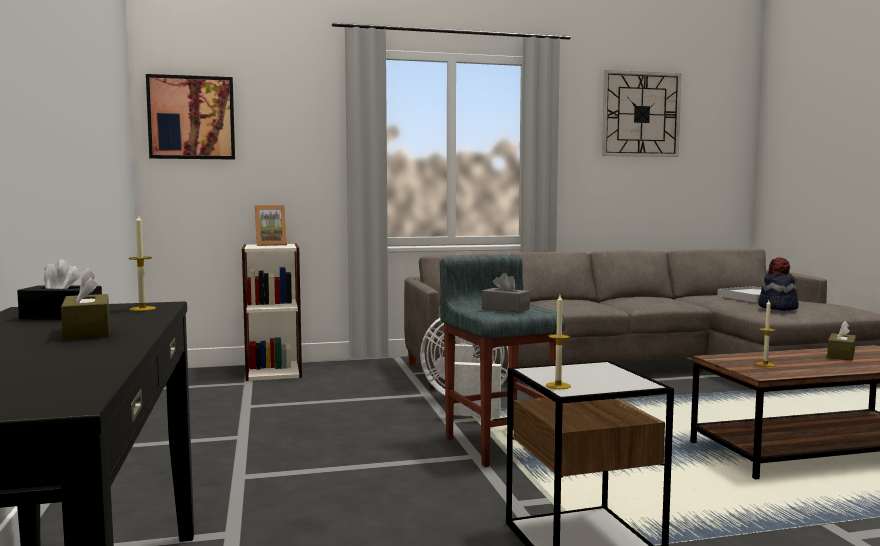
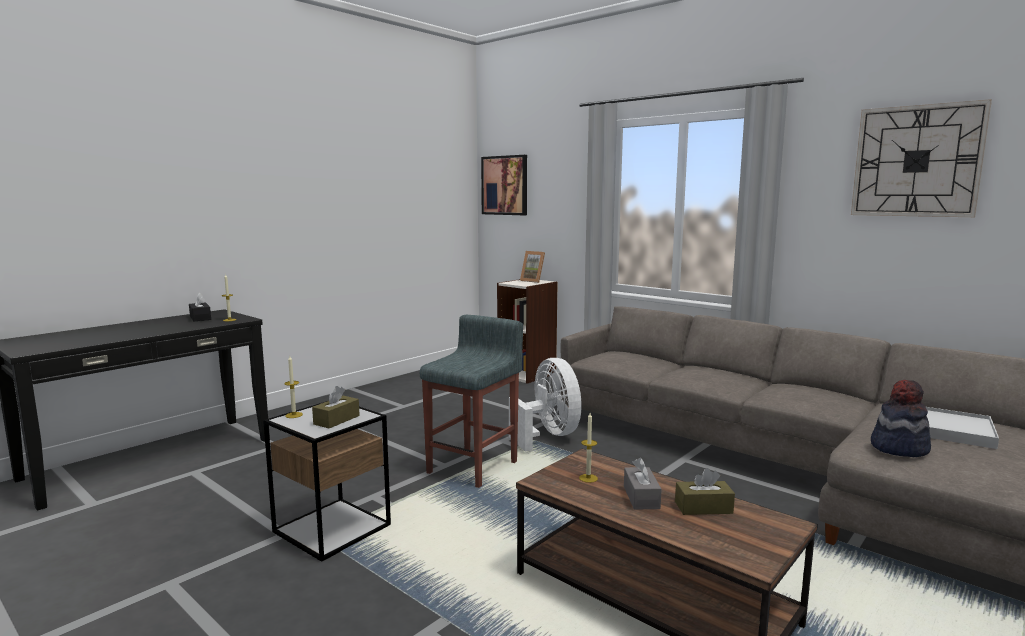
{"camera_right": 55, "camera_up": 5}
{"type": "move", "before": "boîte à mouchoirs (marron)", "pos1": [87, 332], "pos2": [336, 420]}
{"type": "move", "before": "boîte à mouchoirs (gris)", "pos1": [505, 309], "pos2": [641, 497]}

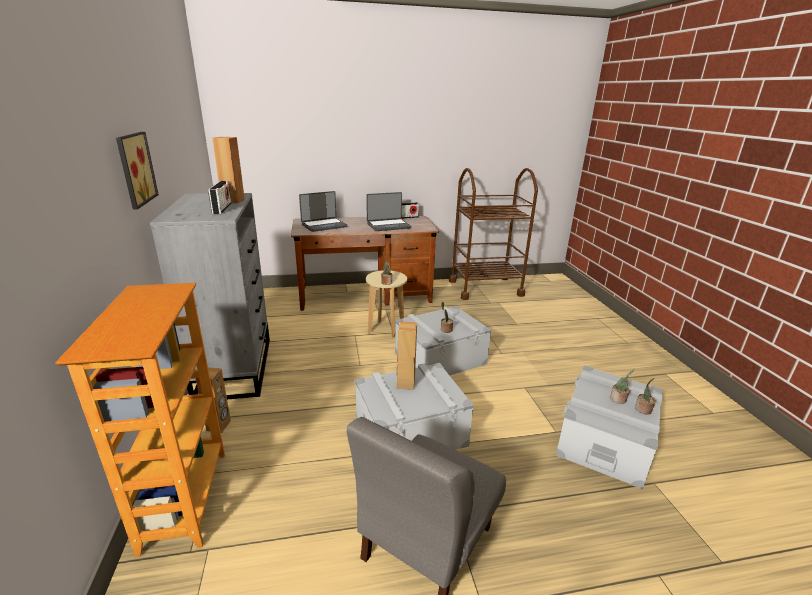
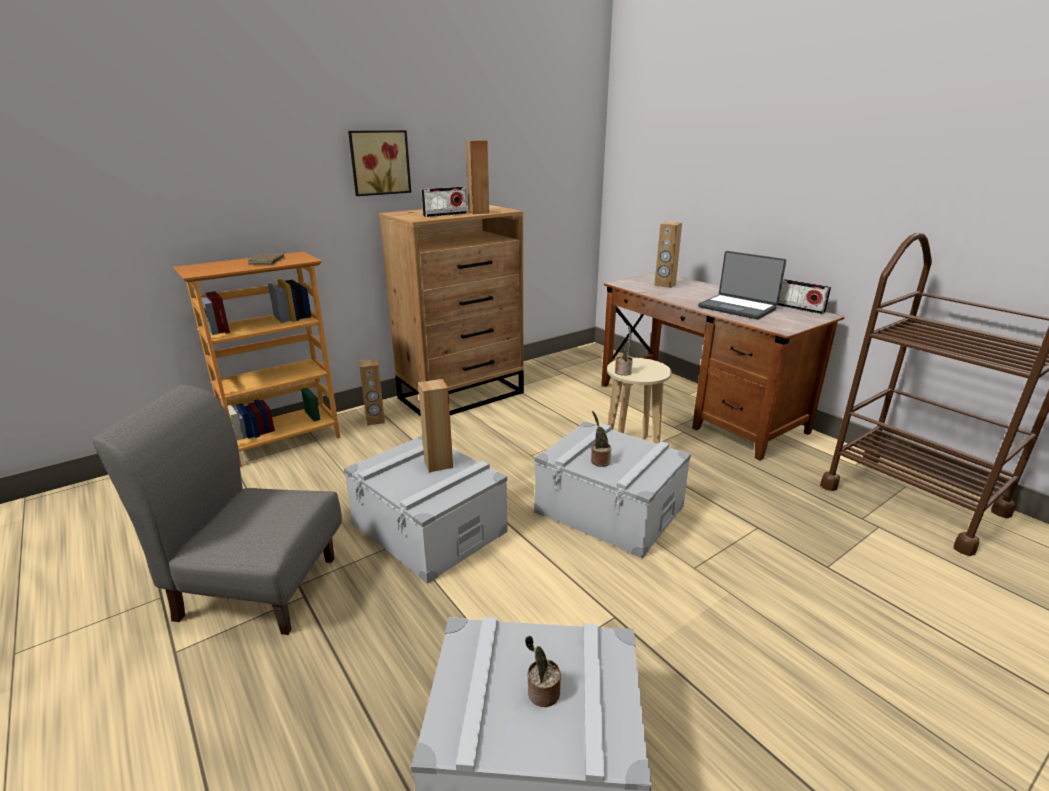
{"camera_right": 65, "camera_up": 0}
{"type": "recolor", "before": "commode (gris)", "after": "commode (marron)", "pos1": [235, 367], "pos2": [462, 395]}
{"type": "replace", "before": "ordinateur portable", "after": "enceinte (marron)", "pos1": [324, 225], "pos2": [665, 285]}
{"type": "delete", "before": "plante en pot", "pos1": [643, 410]}
{"type": "insert", "after": "livre (marron)", "pos2": [268, 261]}

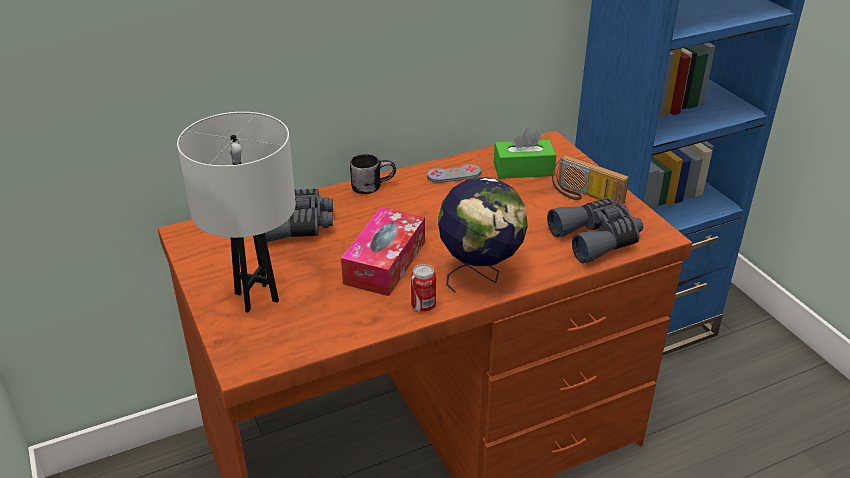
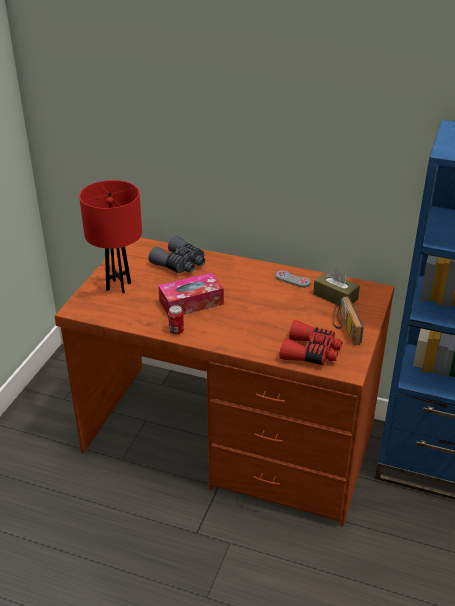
{"camera_right": 45, "camera_up": 0}
{"type": "recolor", "before": "lampe de table (blanc)", "after": "lampe de table (rouge)", "pos1": [256, 297], "pos2": [118, 286]}
{"type": "delete", "before": "mug (noir)", "pos1": [372, 185]}
{"type": "delete", "before": "globe", "pos1": [480, 276]}
{"type": "recolor", "before": "boîte à mouchoirs (vert)", "after": "boîte à mouchoirs (marron)", "pos1": [523, 169], "pos2": [335, 297]}
{"type": "recolor", "before": "jumelles (gris)", "after": "jumelles (rouge)", "pos1": [597, 239], "pos2": [311, 352]}

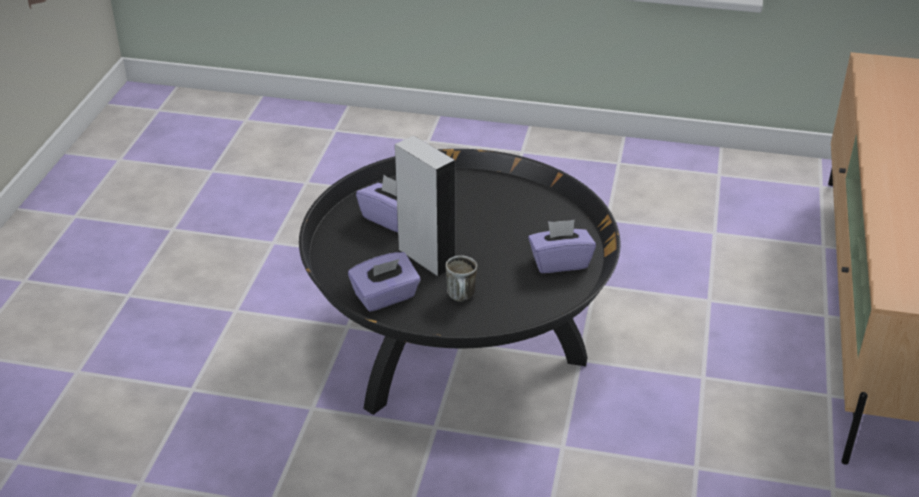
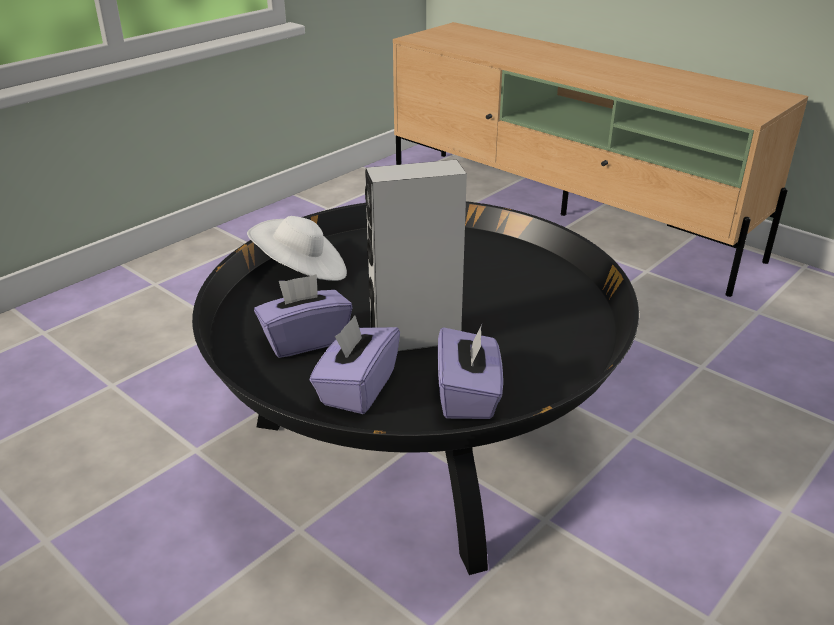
{"camera_right": -60, "camera_up": -5}
{"type": "delete", "before": "mug", "pos1": [462, 298]}
{"type": "move", "before": "boîte à mouchoirs (violet)", "pos1": [560, 262], "pos2": [357, 388]}
{"type": "insert", "after": "chapeau (blanc)", "pos2": [301, 272]}

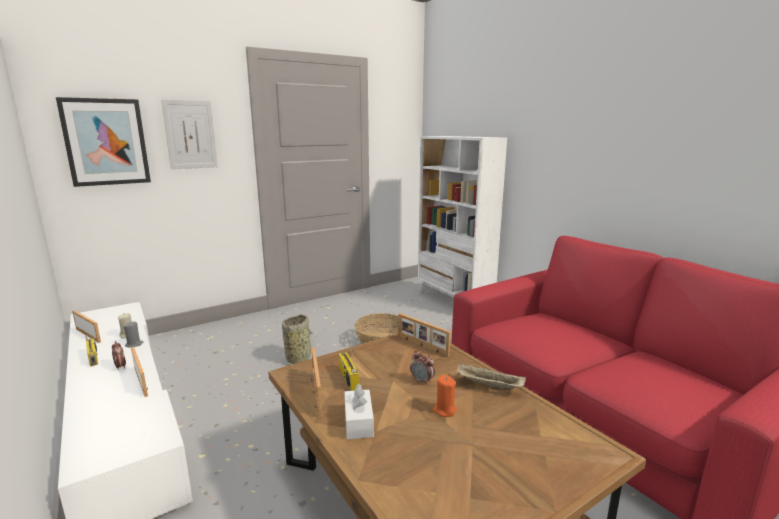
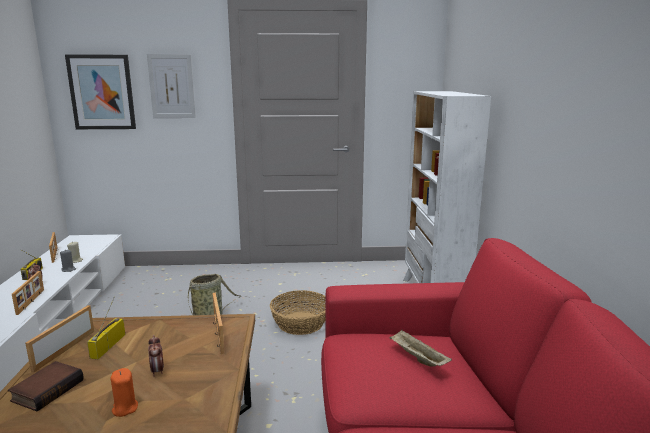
{"camera_right": 30, "camera_up": 0}
{"type": "replace", "before": "boîte à mouchoirs (blanc)", "after": "livre", "pos1": [358, 422], "pos2": [47, 389]}
{"type": "move", "before": "plateau (beige)", "pos1": [488, 386], "pos2": [417, 358]}

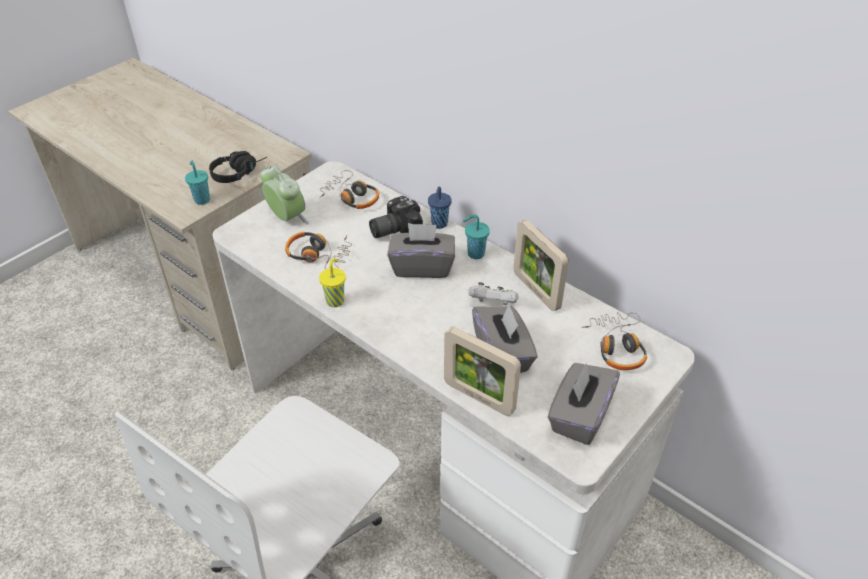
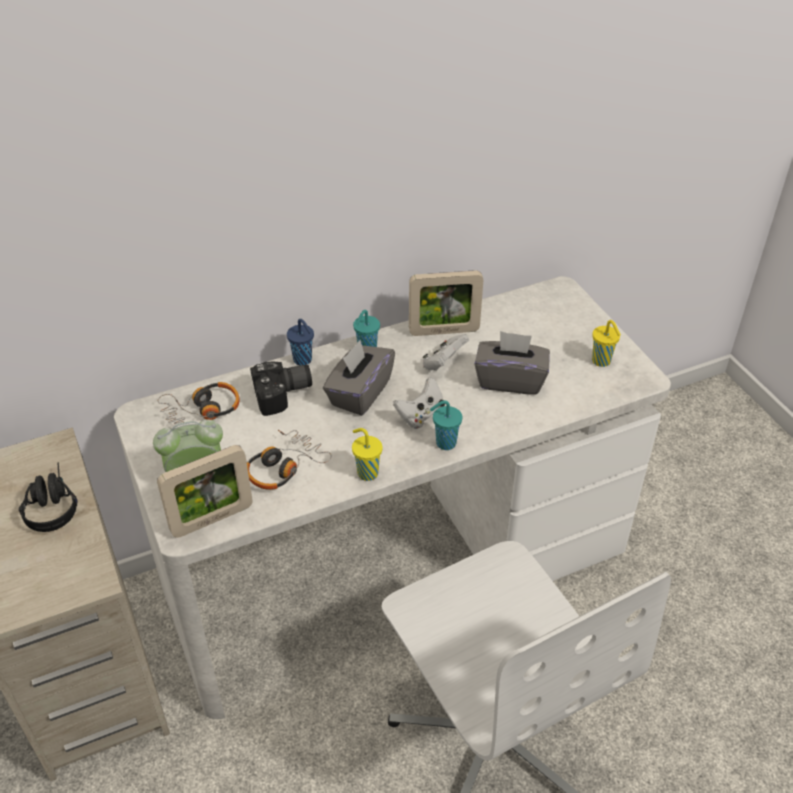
{"camera_right": -65, "camera_up": 0}
{"type": "move", "before": "tasse (turquoise)", "pos1": [202, 199], "pos2": [444, 443]}
{"type": "rotate", "before": "appareil photo", "pos1": [393, 228], "pos2": [284, 395], "turn": -105}
{"type": "move", "before": "cadre photo", "pos1": [479, 397], "pos2": [212, 519]}
{"type": "replace", "before": "boîte à mouchoirs (gris)", "after": "tasse (jaune)", "pos1": [579, 416], "pos2": [602, 361]}
{"type": "delete", "before": "casque audio", "pos1": [617, 346]}
{"type": "insert", "after": "manette (blanc)", "pos2": [421, 415]}

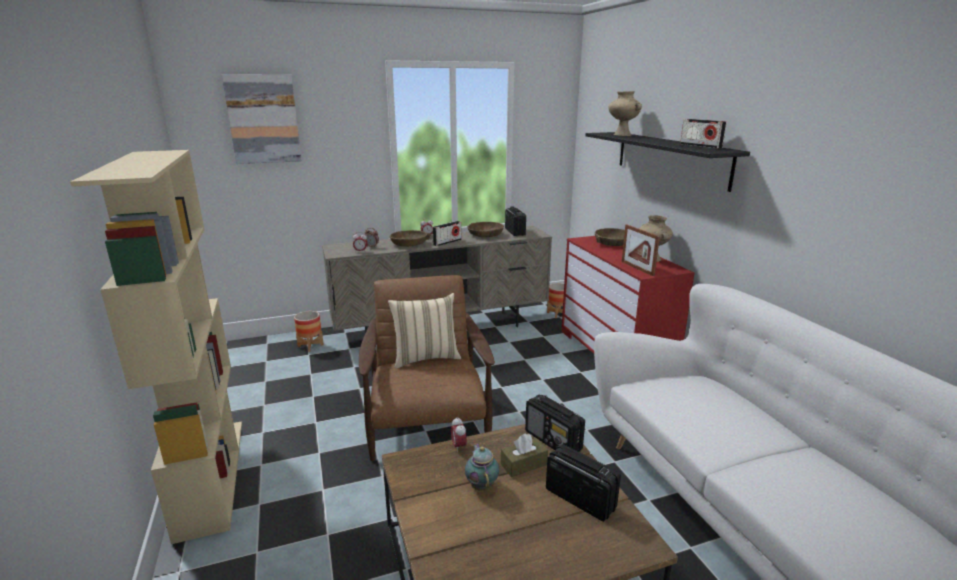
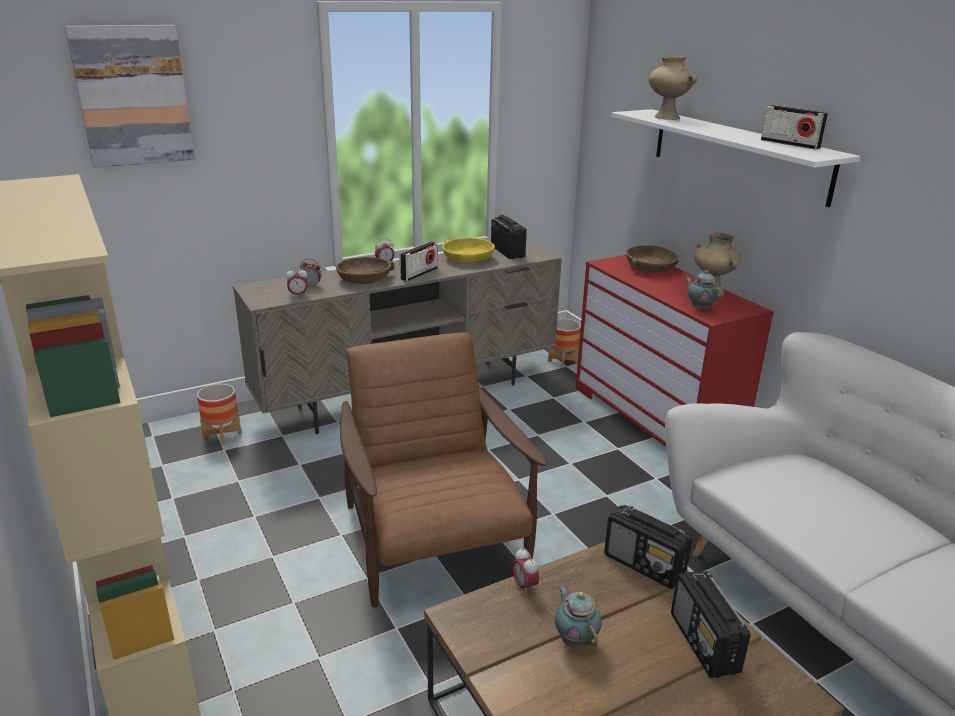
{"camera_right": -10, "camera_up": 5}
{"type": "delete", "before": "coussin (beige)", "pos1": [425, 358]}
{"type": "recolor", "before": "bol (marron)", "after": "bol (jaune)", "pos1": [485, 234], "pos2": [467, 258]}
{"type": "delete", "before": "boîte à mouchoirs (marron)", "pos1": [523, 464]}
{"type": "rotate", "before": "radio", "pos1": [579, 498], "pos2": [704, 644], "turn": -135}
{"type": "recolor", "before": "étagère (noir)", "after": "étagère (blanc)", "pos1": [670, 158], "pos2": [737, 154]}
{"type": "replace", "before": "cadre photo", "after": "théière", "pos1": [637, 268], "pos2": [699, 308]}

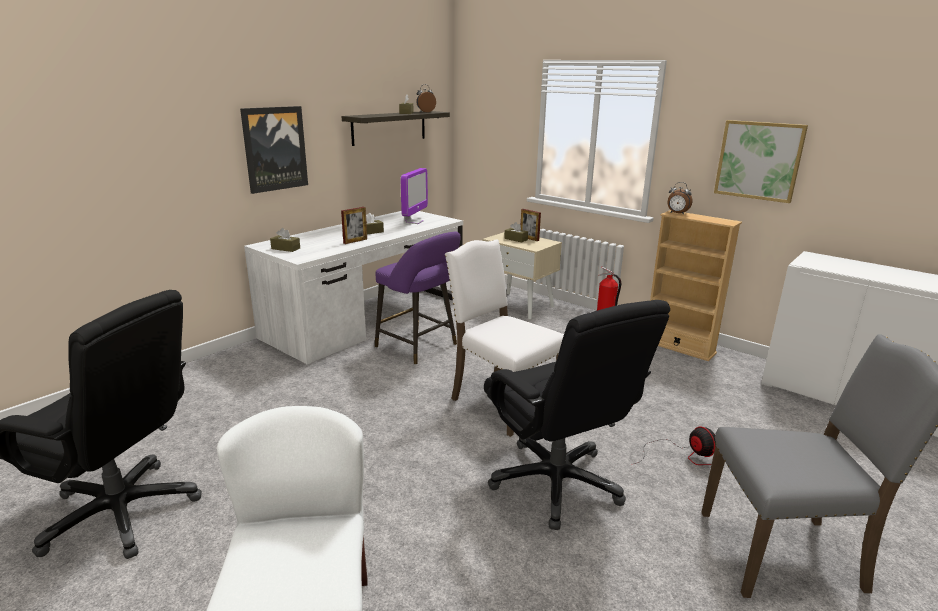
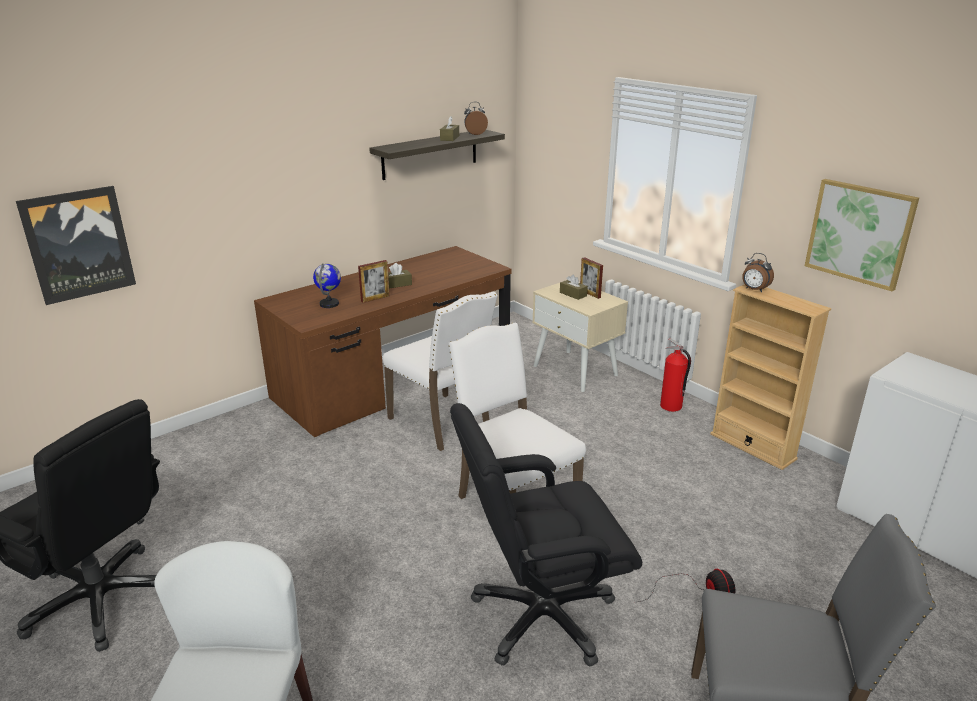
{"camera_right": 10, "camera_up": 5}
{"type": "move", "before": "tableau", "pos1": [275, 149], "pos2": [78, 244]}
{"type": "recolor", "before": "bureau (blanc)", "after": "bureau (marron)", "pos1": [367, 318], "pos2": [395, 378]}
{"type": "delete", "before": "boîte à mouchoirs (marron)", "pos1": [285, 248]}
{"type": "replace", "before": "tabouret (violet)", "after": "chaise (blanc)", "pos1": [419, 347], "pos2": [442, 423]}
{"type": "delete", "before": "écran d'ordinateur", "pos1": [414, 222]}
{"type": "rotate", "before": "chaise de bureau (noir)", "pos1": [557, 483], "pos2": [541, 616], "turn": 90}
{"type": "insert", "after": "globe", "pos2": [329, 304]}

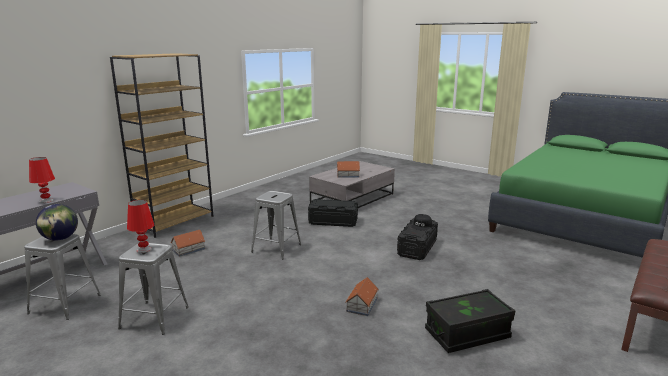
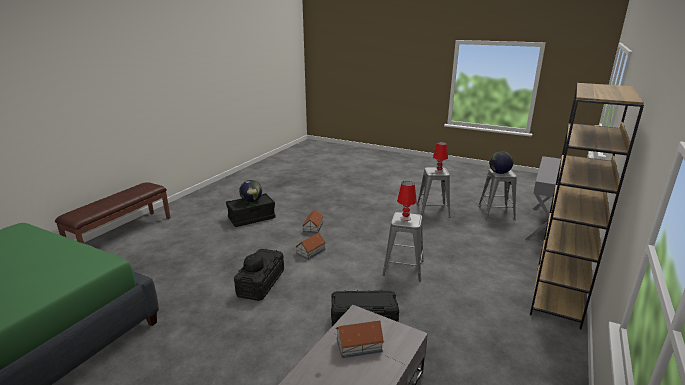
{"camera_right": 170, "camera_up": 5}
{"type": "move", "before": "lampe de table (rouge)", "pos1": [46, 201], "pos2": [405, 218]}
{"type": "move", "before": "maison miniature", "pos1": [189, 249], "pos2": [310, 251]}
{"type": "insert", "after": "globe", "pos2": [251, 201]}

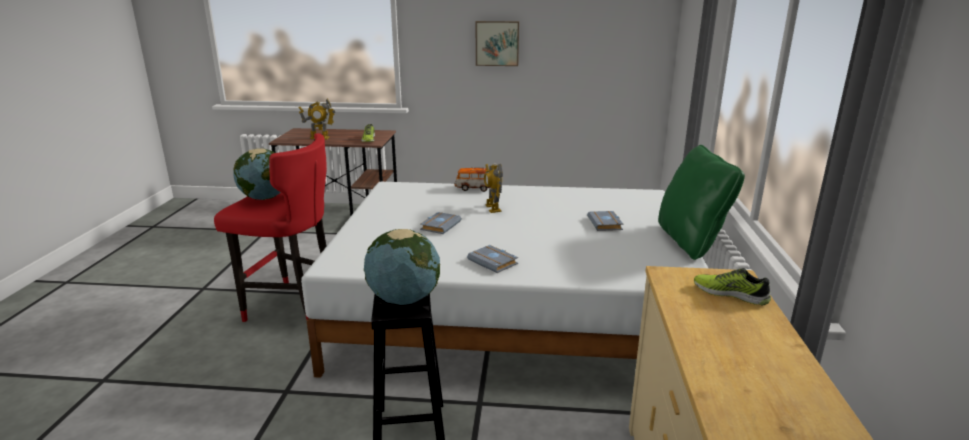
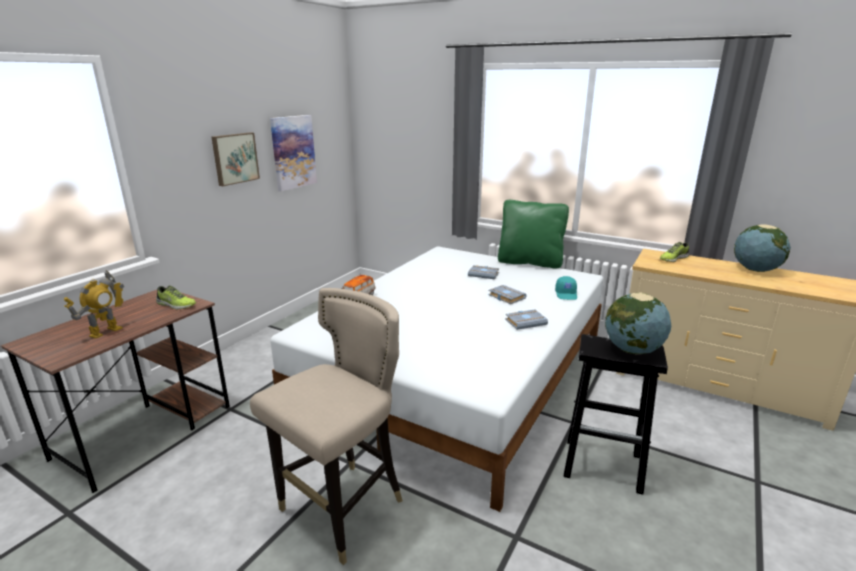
{"camera_right": -65, "camera_up": 0}
{"type": "recolor", "before": "tabouret (rouge)", "after": "tabouret (beige)", "pos1": [293, 307], "pos2": [342, 510]}
{"type": "move", "before": "globe", "pos1": [264, 198], "pos2": [755, 270]}
{"type": "move", "before": "livre (gris)", "pos1": [440, 225], "pos2": [505, 297]}
{"type": "delete", "before": "robot jouet", "pos1": [493, 208]}
{"type": "insert", "after": "tableau", "pos2": [293, 152]}
{"type": "insert", "after": "casquette (turquoise)", "pos2": [566, 294]}

